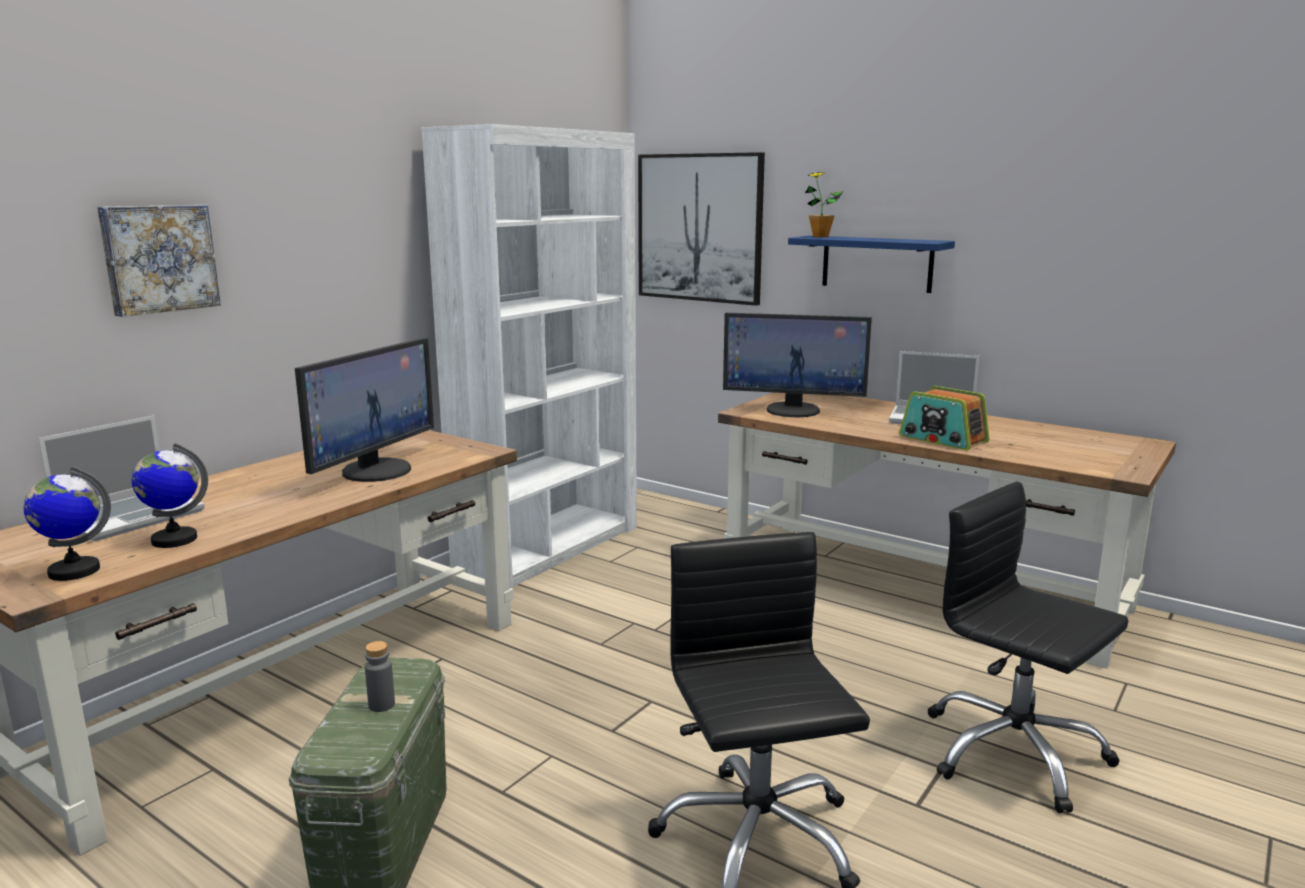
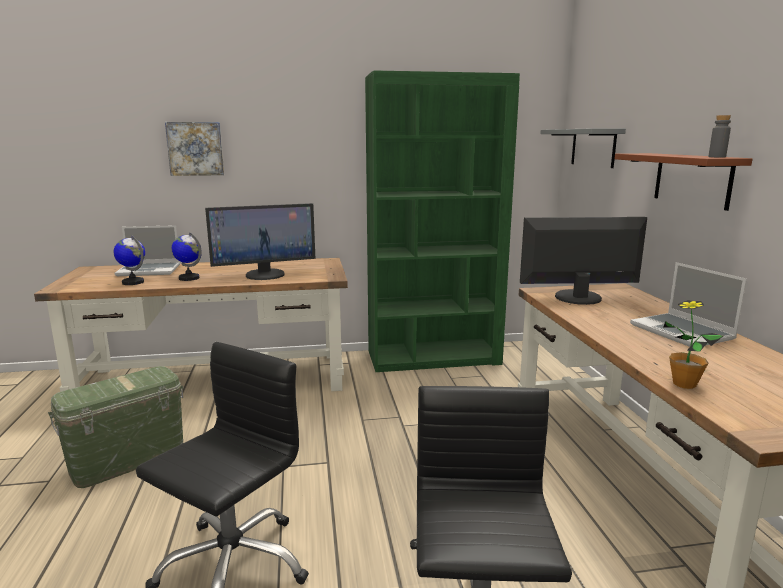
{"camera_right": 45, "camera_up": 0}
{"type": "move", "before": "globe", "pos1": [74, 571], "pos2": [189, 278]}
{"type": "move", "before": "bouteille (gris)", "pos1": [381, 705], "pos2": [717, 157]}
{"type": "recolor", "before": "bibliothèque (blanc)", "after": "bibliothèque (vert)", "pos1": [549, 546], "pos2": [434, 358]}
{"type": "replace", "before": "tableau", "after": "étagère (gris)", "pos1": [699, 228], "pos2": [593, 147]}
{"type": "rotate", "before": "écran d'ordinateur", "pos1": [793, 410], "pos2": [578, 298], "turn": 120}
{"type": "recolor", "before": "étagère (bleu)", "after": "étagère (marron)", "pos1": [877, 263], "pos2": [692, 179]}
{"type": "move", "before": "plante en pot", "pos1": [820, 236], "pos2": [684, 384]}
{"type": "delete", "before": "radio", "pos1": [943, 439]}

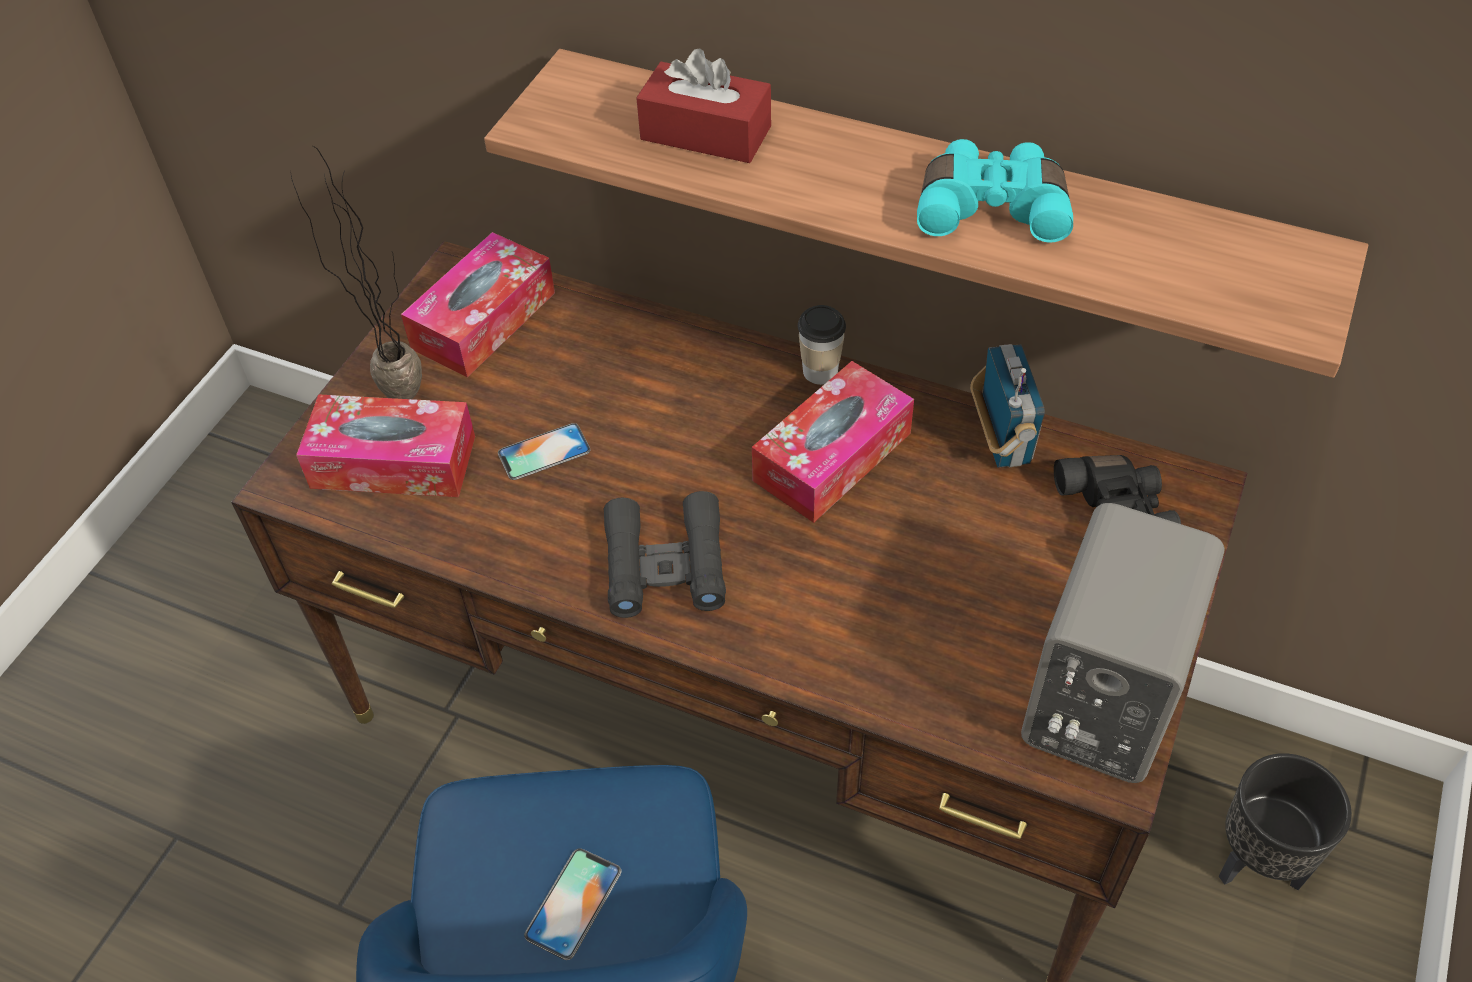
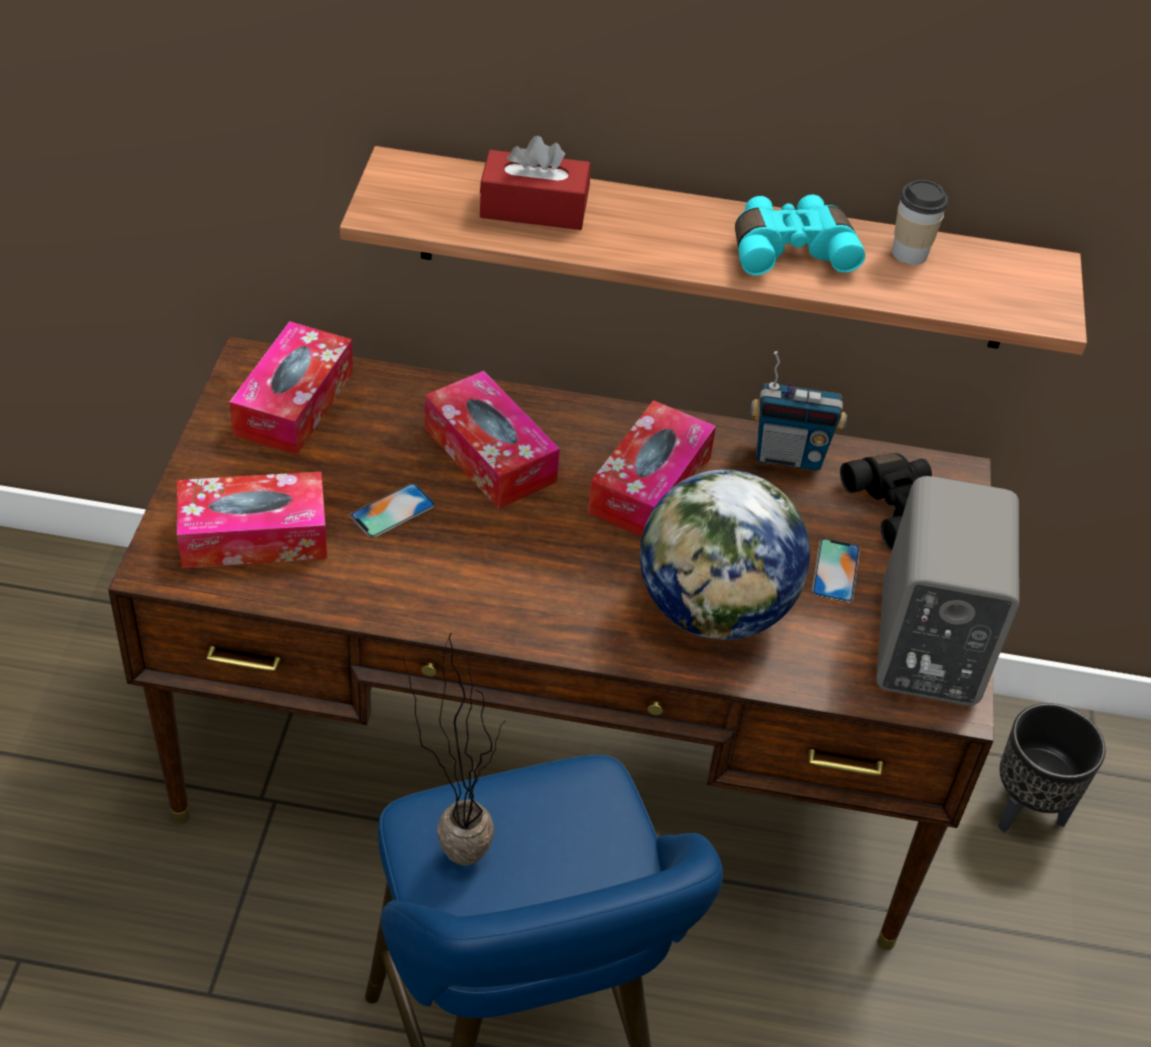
{"camera_right": -20, "camera_up": -5}
{"type": "move", "before": "plante en pot", "pos1": [396, 386], "pos2": [451, 845]}
{"type": "move", "before": "téléphone", "pos1": [573, 903], "pos2": [835, 570]}
{"type": "delete", "before": "jumelles (noir)", "pos1": [665, 564]}
{"type": "move", "before": "tasse", "pos1": [820, 371], "pos2": [909, 253]}
{"type": "rotate", "before": "radio", "pos1": [1002, 441], "pos2": [788, 456], "turn": 120}
{"type": "insert", "after": "boîte à mouchoirs", "pos2": [490, 454]}
{"type": "insert", "after": "globe", "pos2": [714, 610]}

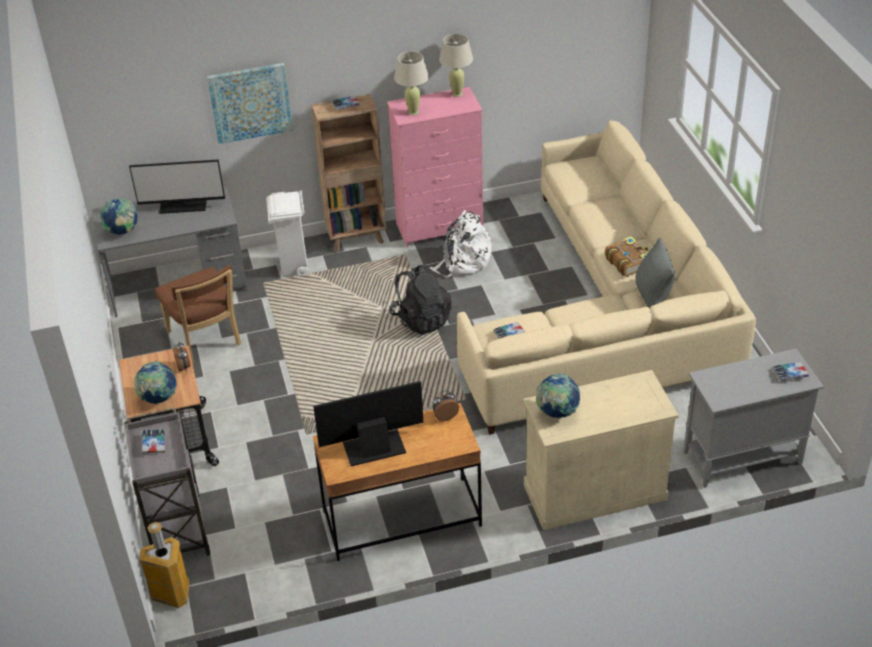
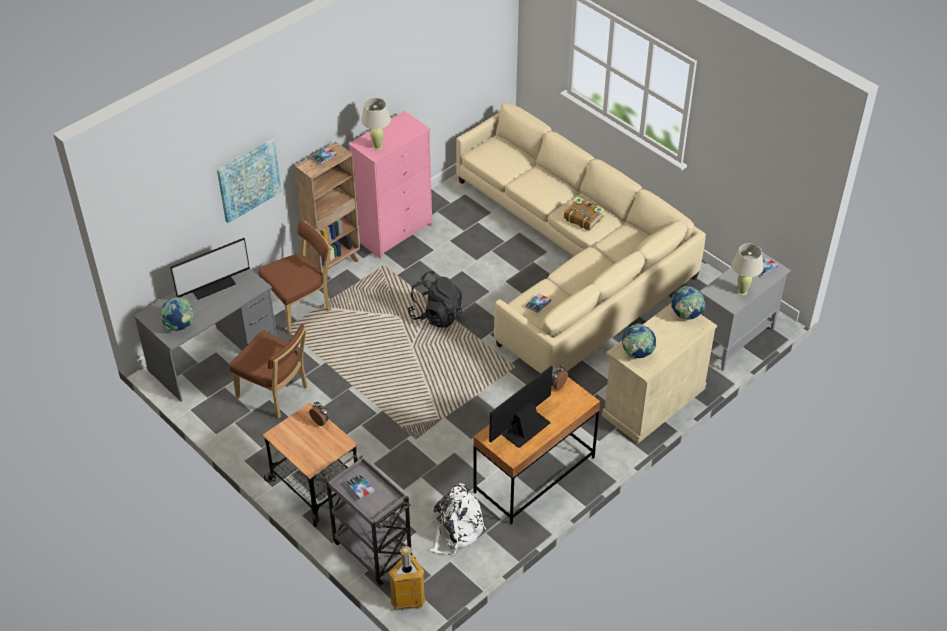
{"camera_right": -30, "camera_up": 5}
{"type": "move", "before": "globe", "pos1": [158, 399], "pos2": [686, 315]}
{"type": "replace", "before": "poubelle (blanc)", "after": "chaise (marron)", "pos1": [294, 268], "pos2": [300, 307]}
{"type": "move", "before": "sac à dos (blanc)", "pos1": [463, 262], "pos2": [456, 530]}
{"type": "move", "before": "lampe de table (beige)", "pos1": [457, 94], "pos2": [742, 292]}
{"type": "delete", "before": "coussin (gris)", "pos1": [652, 296]}

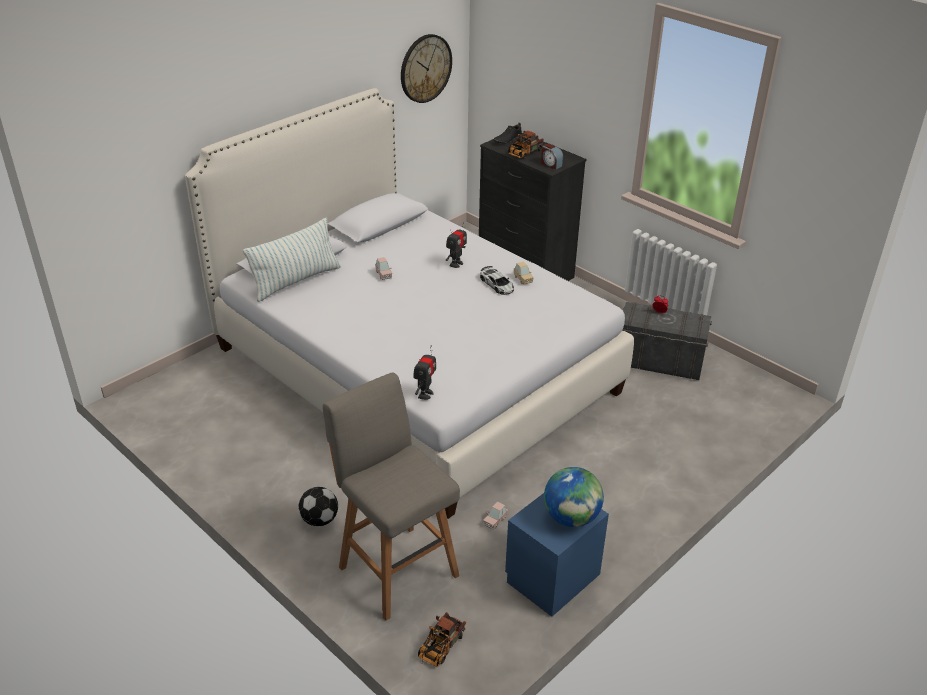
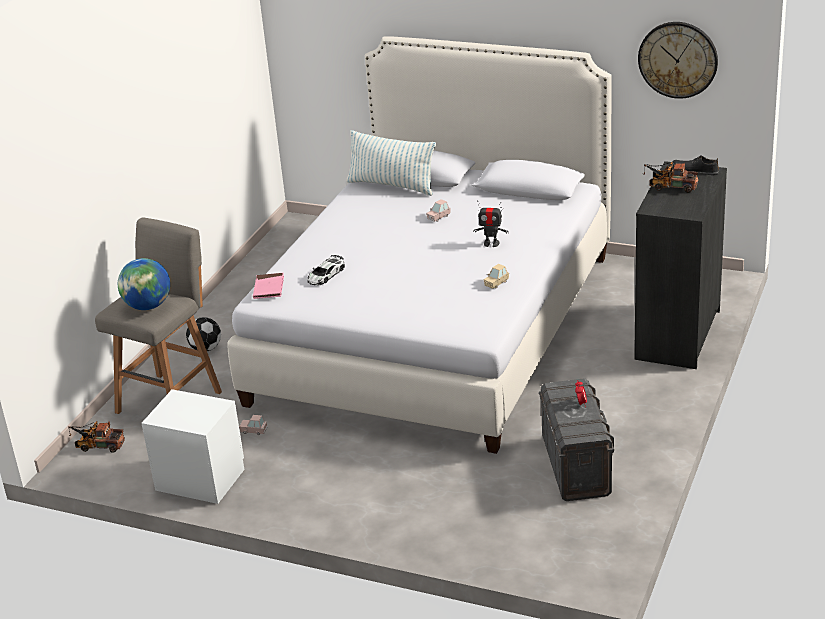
{"camera_right": 70, "camera_up": -5}
{"type": "replace", "before": "robot jouet", "after": "livre (rose)", "pos1": [425, 394], "pos2": [269, 288]}
{"type": "move", "before": "petite voiture", "pos1": [497, 284], "pos2": [326, 275]}
{"type": "recolor", "before": "table de chevet (bleu)", "after": "table de chevet (blanc)", "pos1": [551, 577], "pos2": [201, 478]}
{"type": "delete", "before": "réveil", "pos1": [551, 164]}
{"type": "move", "before": "globe", "pos1": [571, 517], "pos2": [148, 306]}

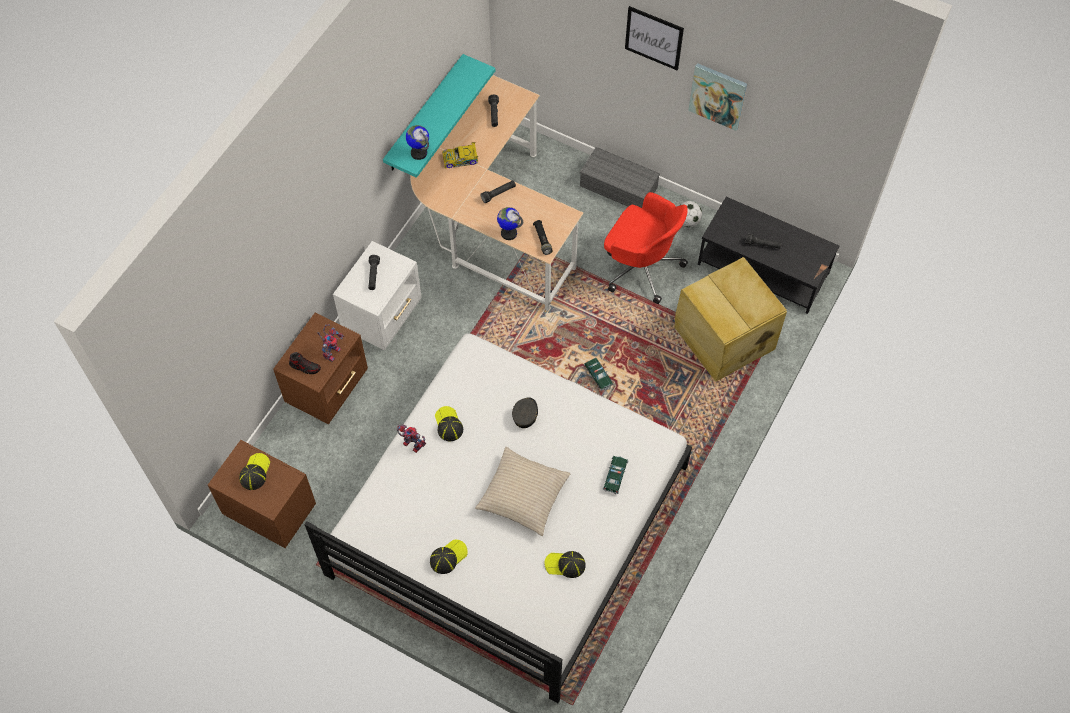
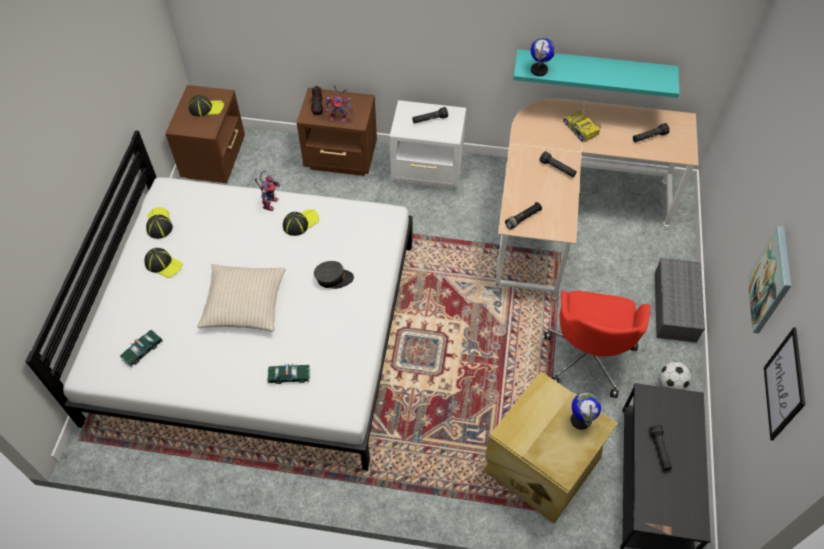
{"camera_right": 70, "camera_up": -5}
{"type": "move", "before": "globe", "pos1": [508, 233], "pos2": [580, 420]}
{"type": "move", "before": "casquette", "pos1": [565, 565], "pos2": [159, 224]}
{"type": "move", "before": "petite voiture", "pos1": [598, 376], "pos2": [142, 350]}
{"type": "move", "before": "tableau", "pos1": [654, 38], "pos2": [784, 384]}

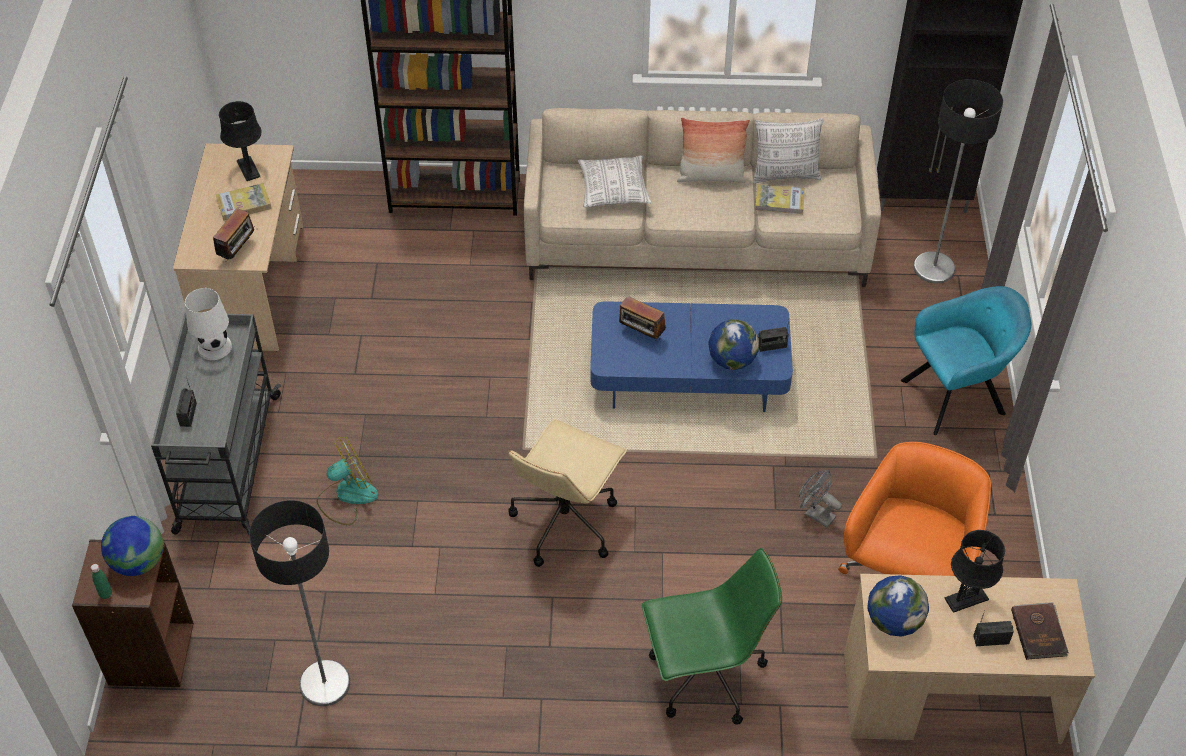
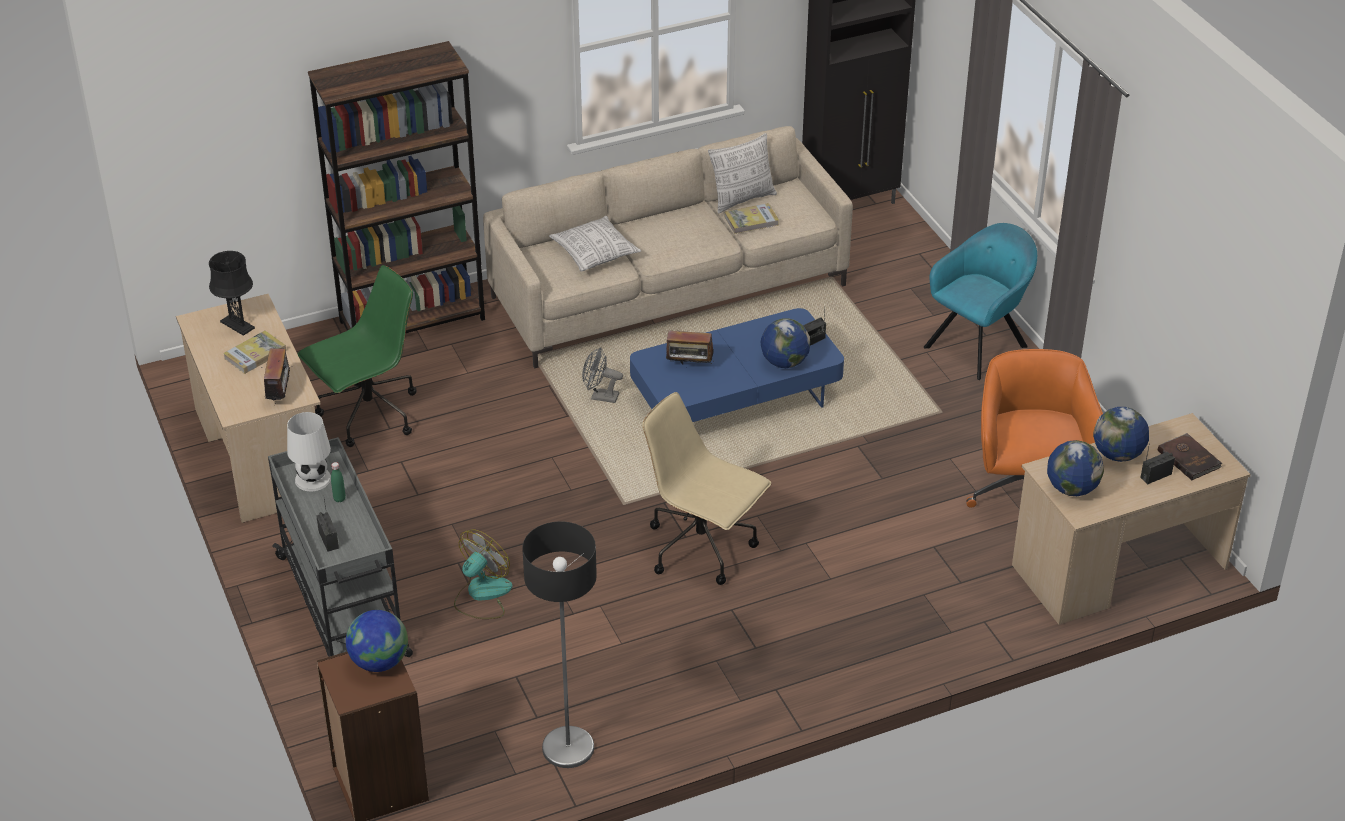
{"camera_right": -25, "camera_up": -10}
{"type": "move", "before": "bouteille (vert)", "pos1": [106, 594], "pos2": [339, 499]}
{"type": "rotate", "before": "chaise de bureau (beige)", "pos1": [565, 522], "pos2": [702, 548], "turn": 120}
{"type": "move", "before": "chaise de bureau (vert)", "pos1": [704, 677], "pos2": [368, 415]}
{"type": "delete", "before": "coussin", "pos1": [711, 176]}
{"type": "move", "before": "ventilateur (gris)", "pos1": [815, 514], "pos2": [600, 397]}
{"type": "delete", "before": "lampadaire", "pos1": [933, 268]}
{"type": "replace", "before": "lampe de table (noir)", "after": "globe", "pos1": [966, 599], "pos2": [1117, 454]}

